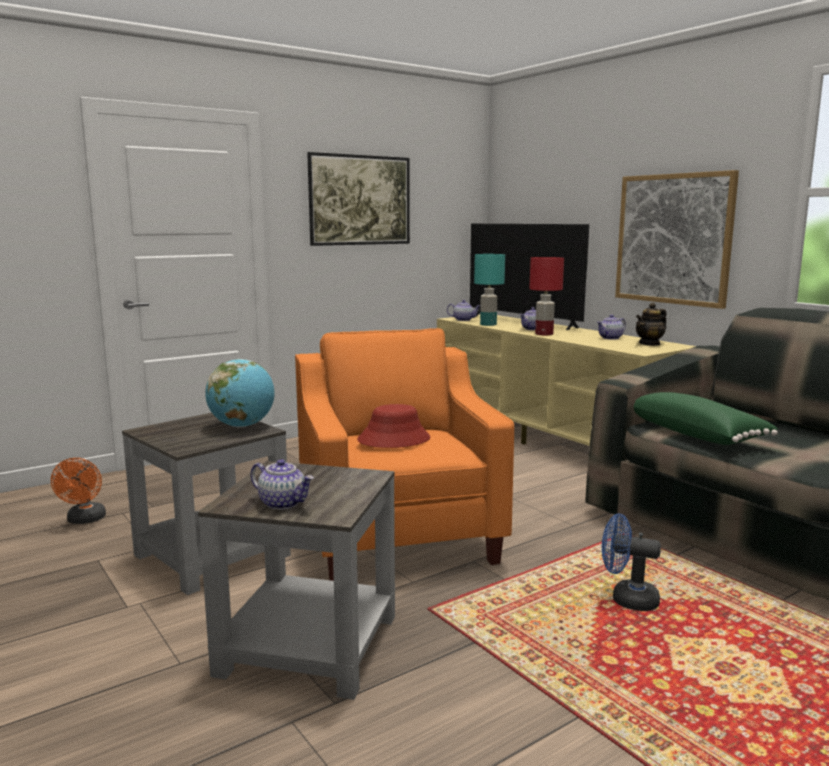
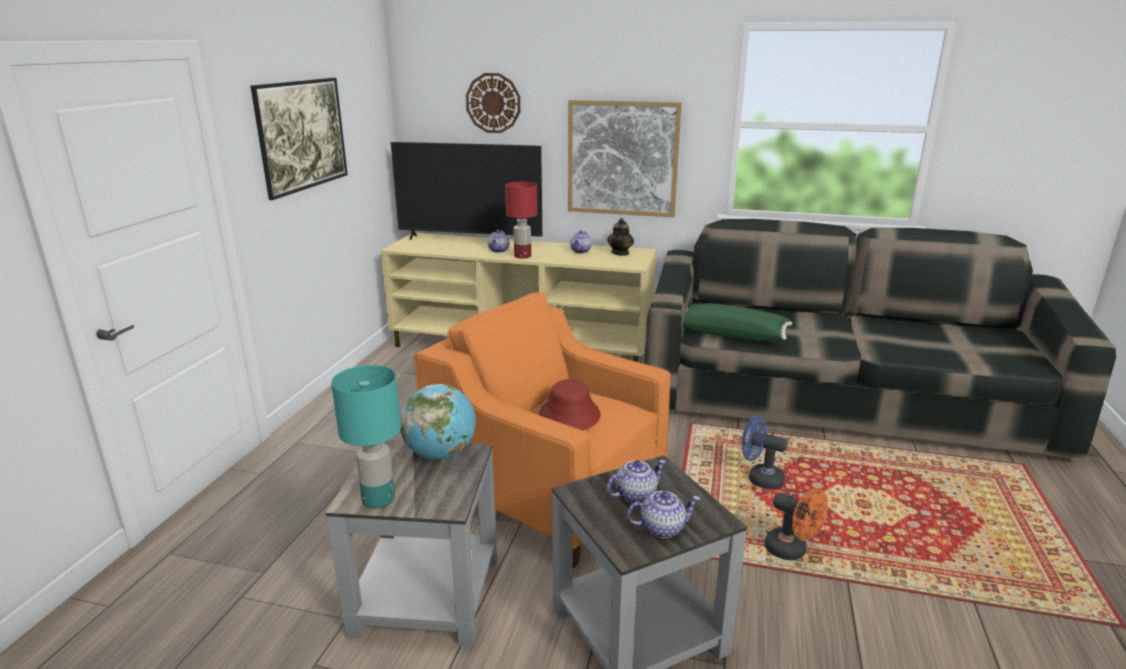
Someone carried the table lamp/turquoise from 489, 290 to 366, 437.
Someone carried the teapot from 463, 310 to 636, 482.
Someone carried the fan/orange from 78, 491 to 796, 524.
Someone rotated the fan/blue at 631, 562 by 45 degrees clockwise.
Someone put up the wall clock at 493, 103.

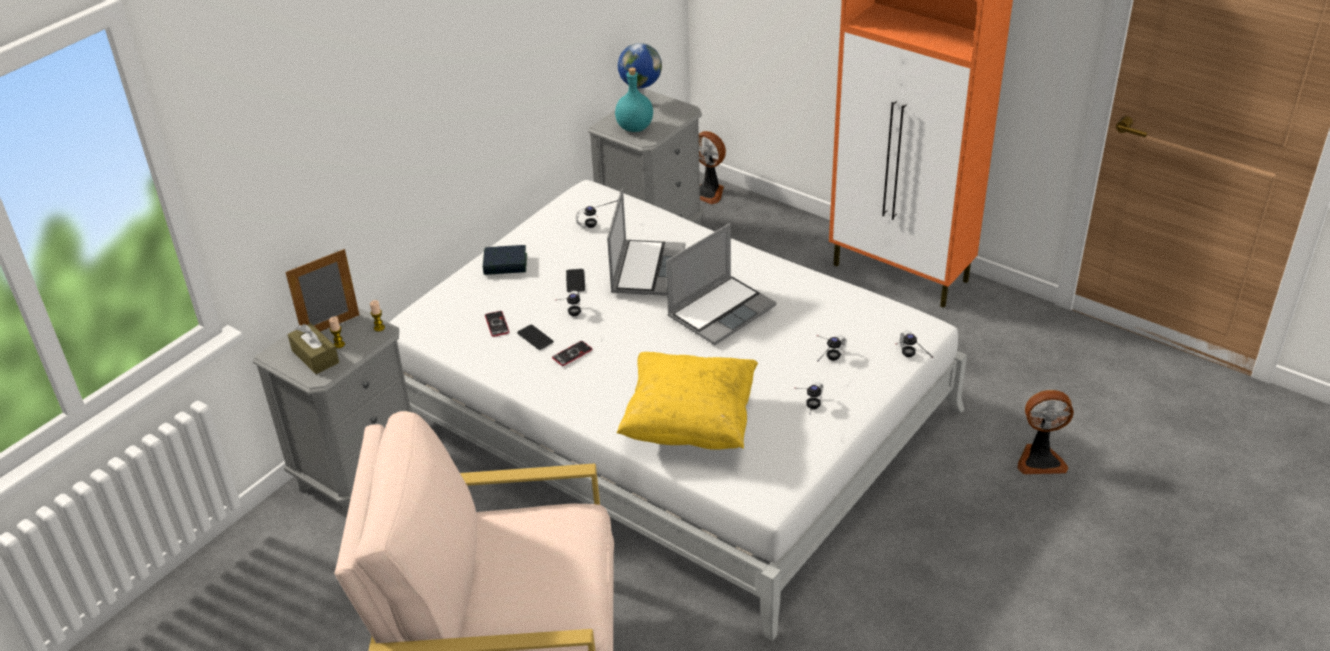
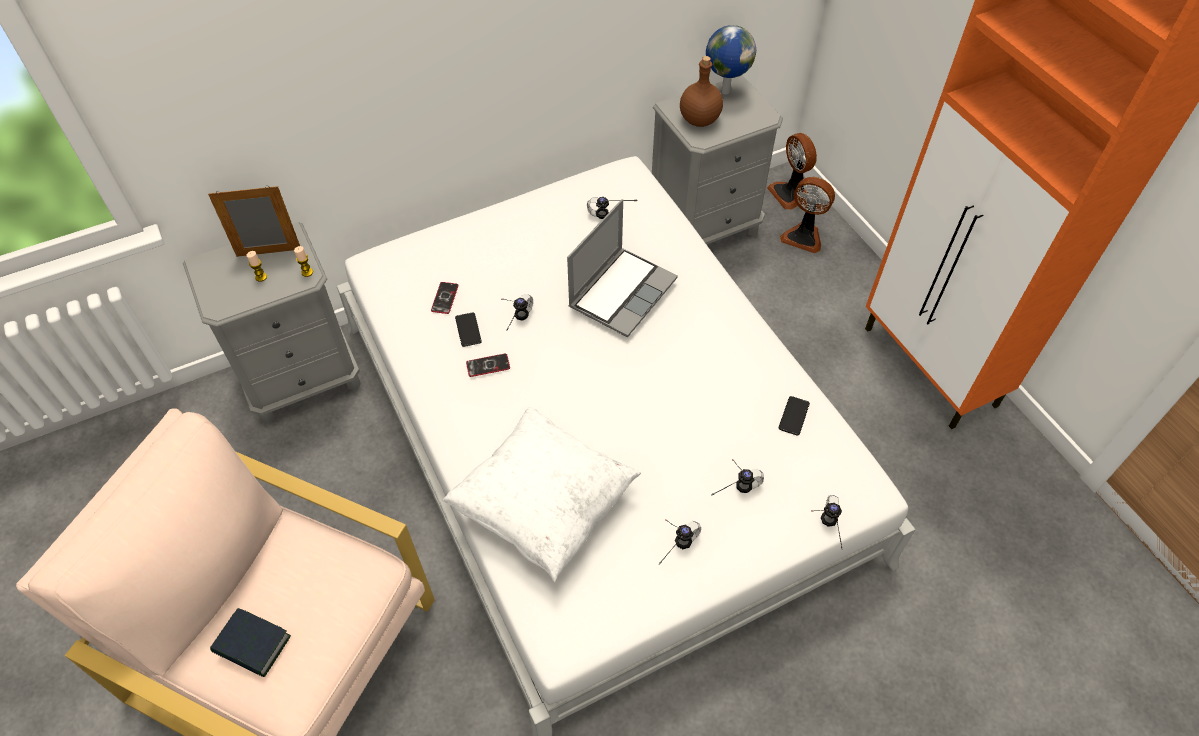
Someone repainted the bottle/turquoise at 634, 99, which became the bottle/brown at 701, 91.
Someone took away the laptop at 721, 284.
Someone carried the book from 505, 260 to 250, 642.
Someone carried the phone from 575, 280 to 794, 416.
Someone took away the tissue box/brown at 313, 348.
Someone repainted the pillow/yellow at 687, 401, which became the pillow/white at 541, 495.
Someone carried the fan from 1046, 432 to 807, 215.

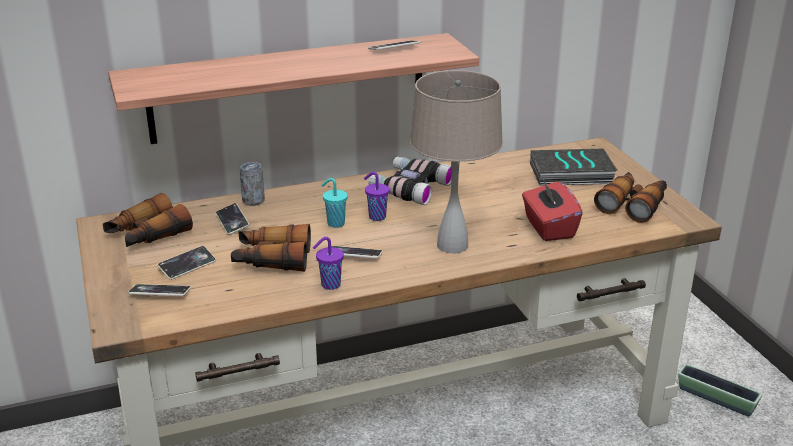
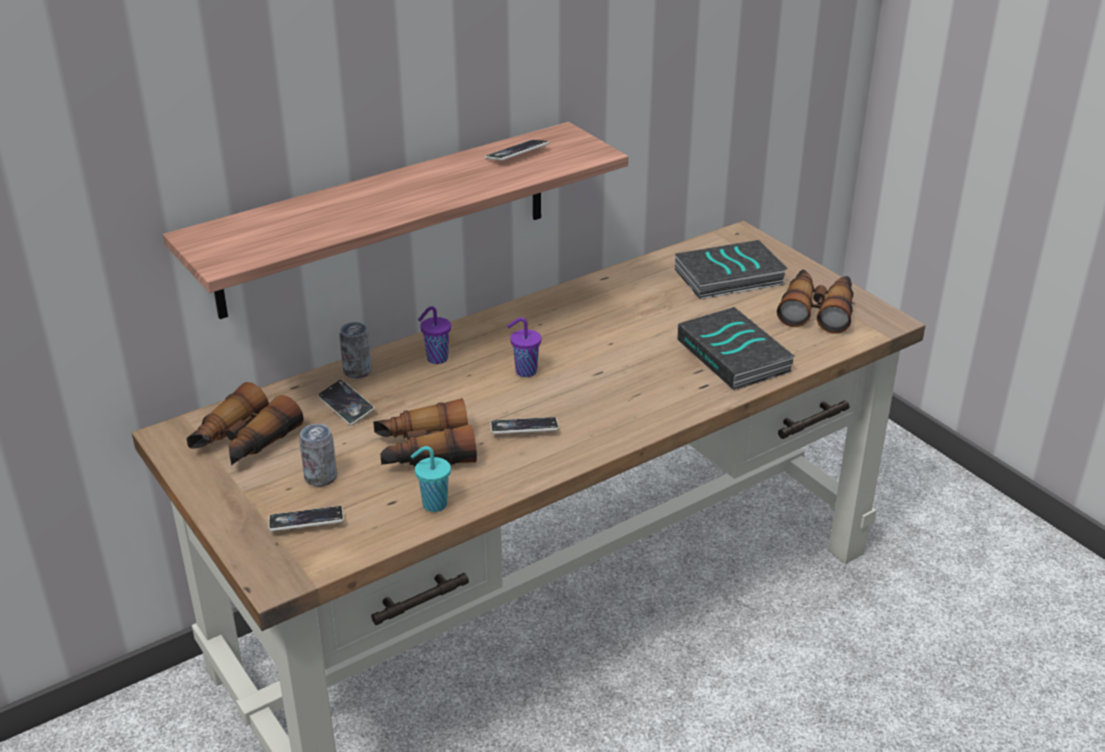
Someone took away the table lamp/beige at 456, 161.
Someone took away the binoculars at 410, 181.
Someone carried the cup/turquoise from 334, 203 to 431, 479.
Someone swapped the tissue box/red at 552, 210 for the book at 736, 348.
Someone carried the cup/purple from 328, 263 to 434, 335.
Someone swapped the phone at 186, 263 for the can at 318, 455.
Someone took away the planter at 720, 390.

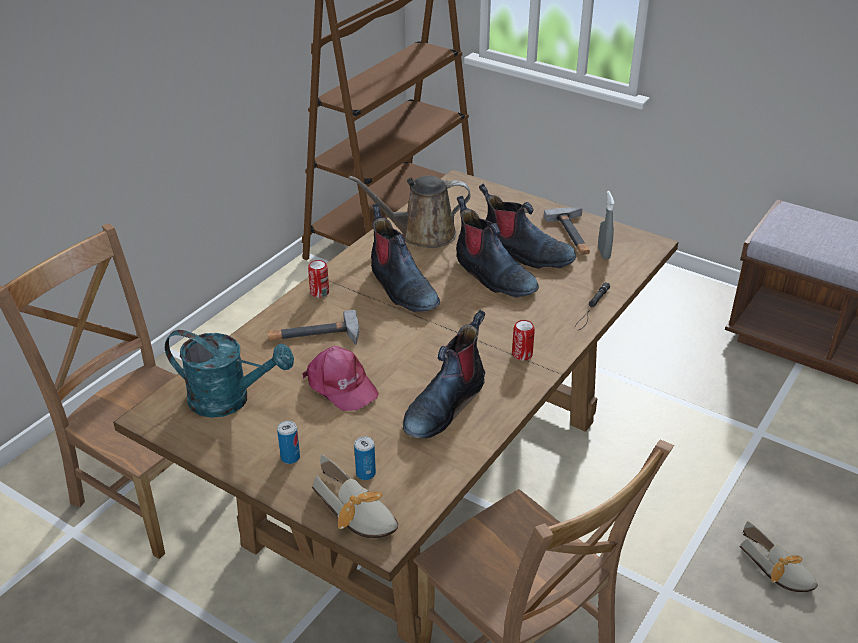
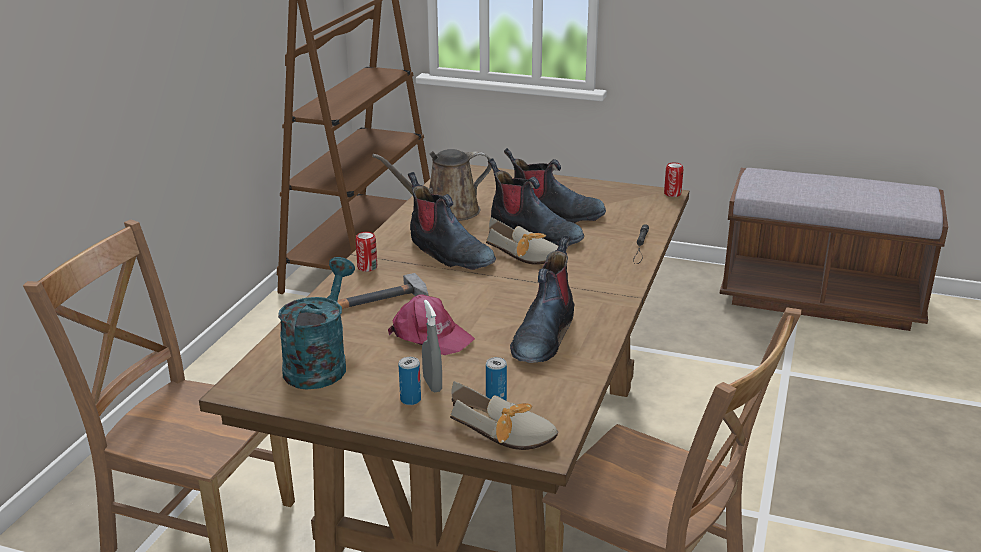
Someone carried the spray bottle/grey from 606, 225 to 432, 346.
Someone took away the hammer at 567, 231.
Someone carried the can from 523, 340 to 673, 180.
Someone rotated the watering can/turquoise at 229, 374 by 75 degrees counterclockwise.
Someone carried the shoe from 778, 556 to 522, 241.

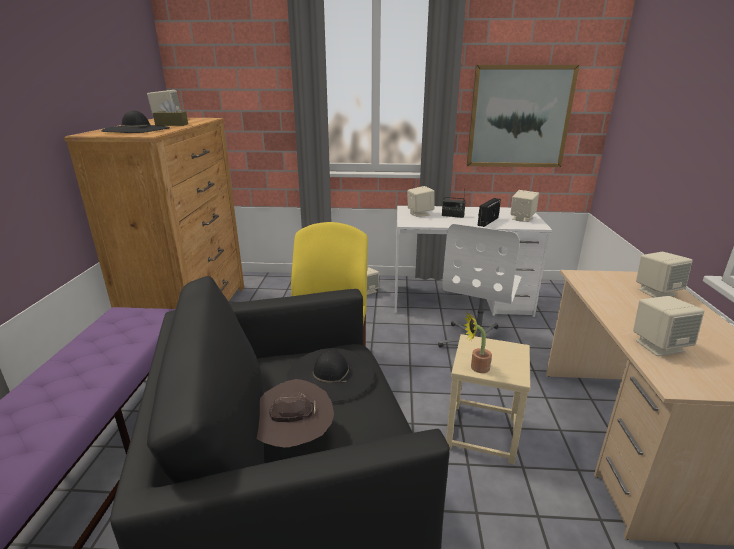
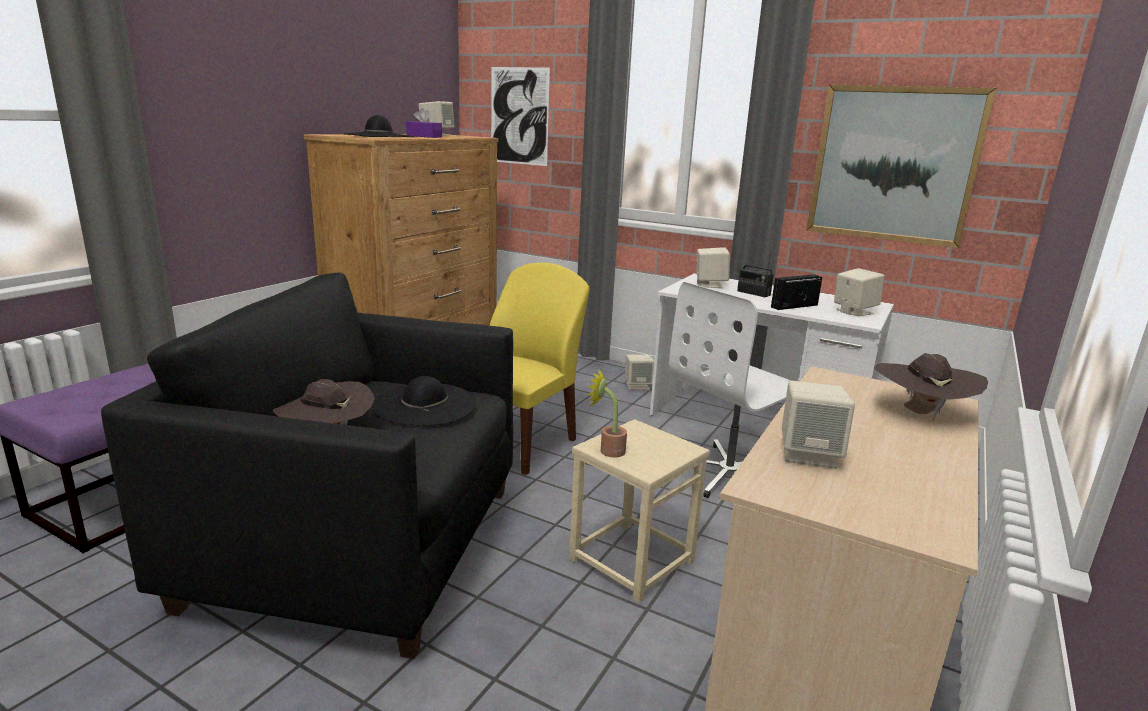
Someone repainted the tissue box/brown at 170, 112, which became the tissue box/purple at 424, 123.
Someone swapped the speaker/beige at 664, 275 for the hat/brown at 931, 386.
Someone put up the picture at 520, 116.

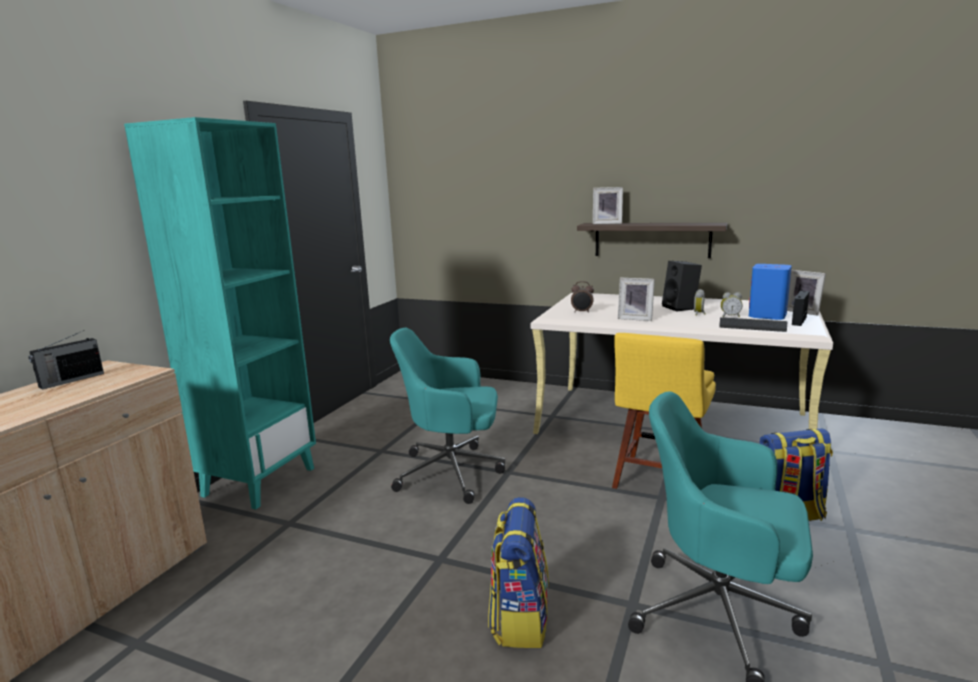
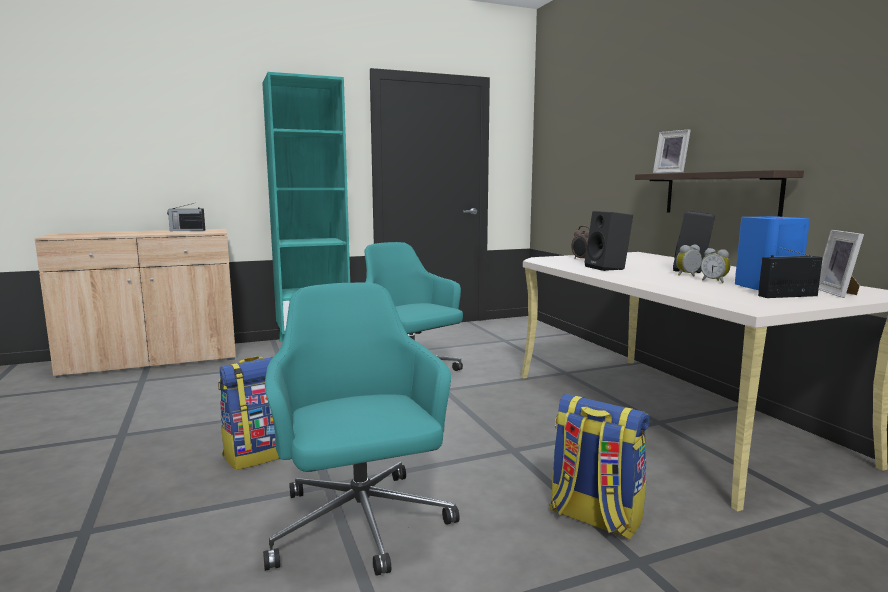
Someone swapped the picture frame at 636, 299 for the speaker/black at 608, 241.
Someone took away the keyboard at 753, 324.
Someone took away the chair/yellow at 664, 411.

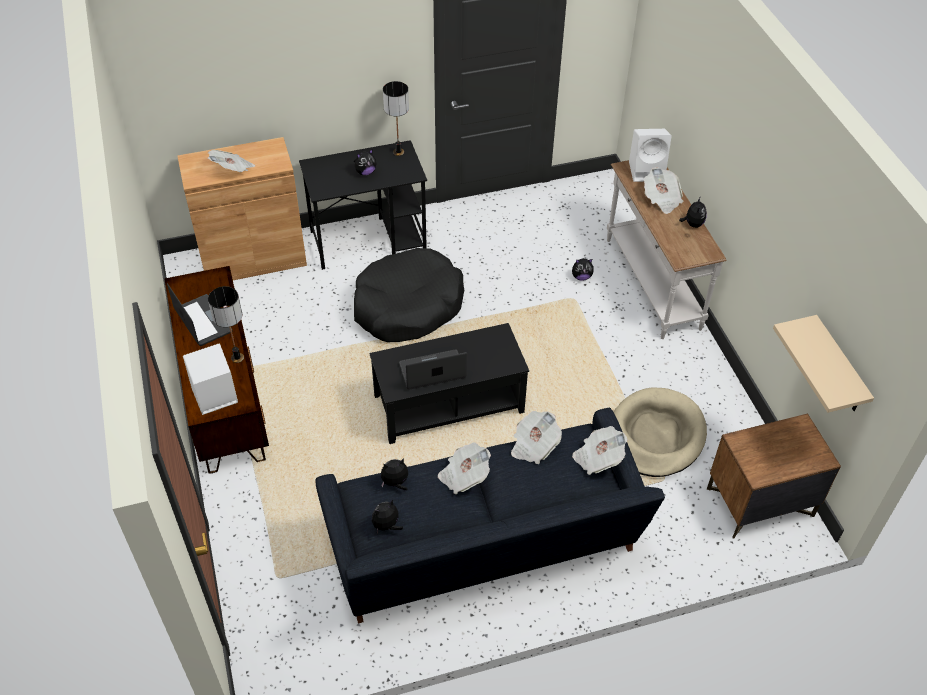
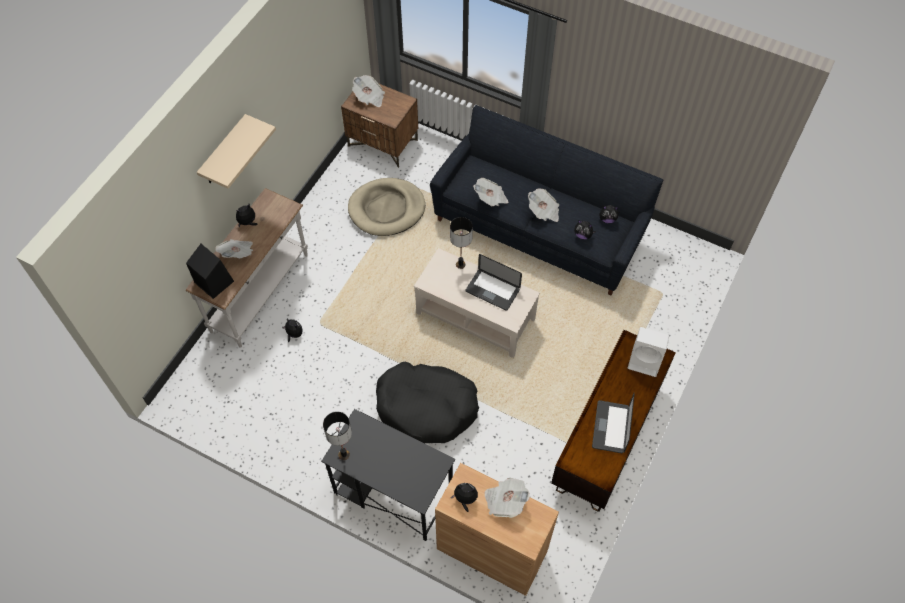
Someone repainted the speaker/white at 650, 155, which became the speaker/black at 210, 271.
Someone carried the plush toy from 365, 162 to 464, 497.
Someone carried the table lamp from 226, 324 to 461, 243.
Someone carried the shelf/beige from 823, 364 to 236, 151.
Someone repainted the coffee table/black at 449, 383, which became the coffee table/beige at 477, 303.
Someone carried the newspaper from 600, 450 to 368, 91.

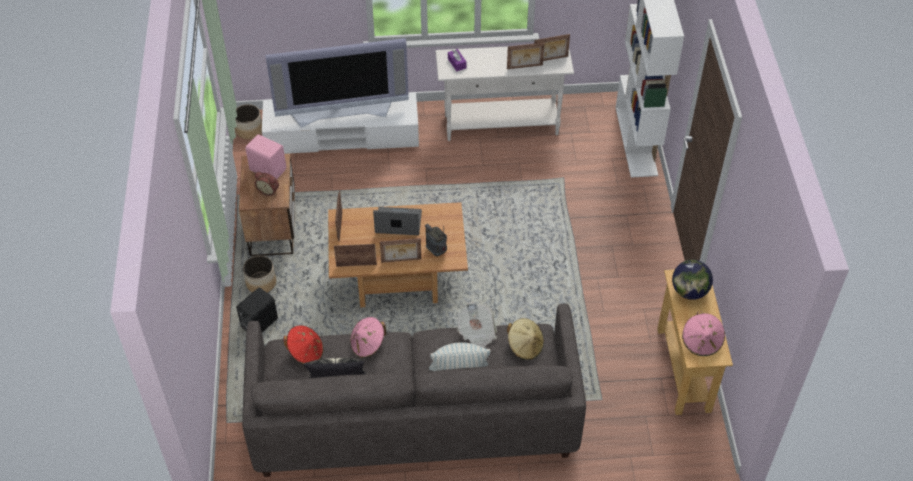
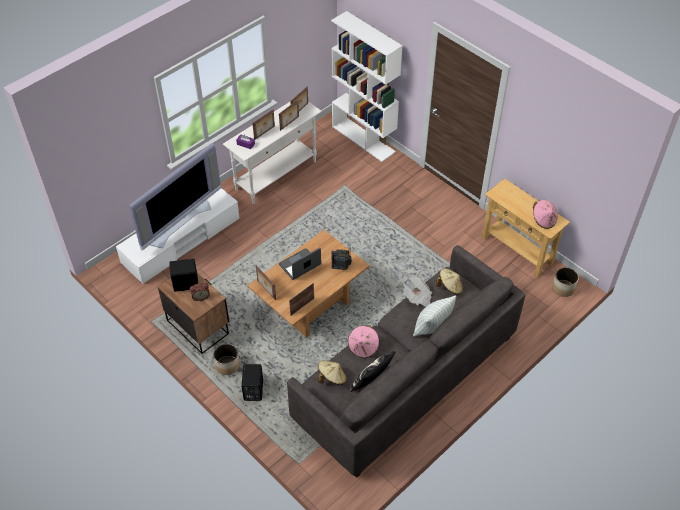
Someone carried the planter from 248, 121 to 565, 282.
Someone repainted the speaker/pink at 266, 156, which became the speaker/black at 183, 275.
Someone carried the picture frame from 400, 250 to 263, 124.
Someone took away the globe at 692, 280.
Someone repainted the hat/red at 303, 345, which became the hat/beige at 332, 372.

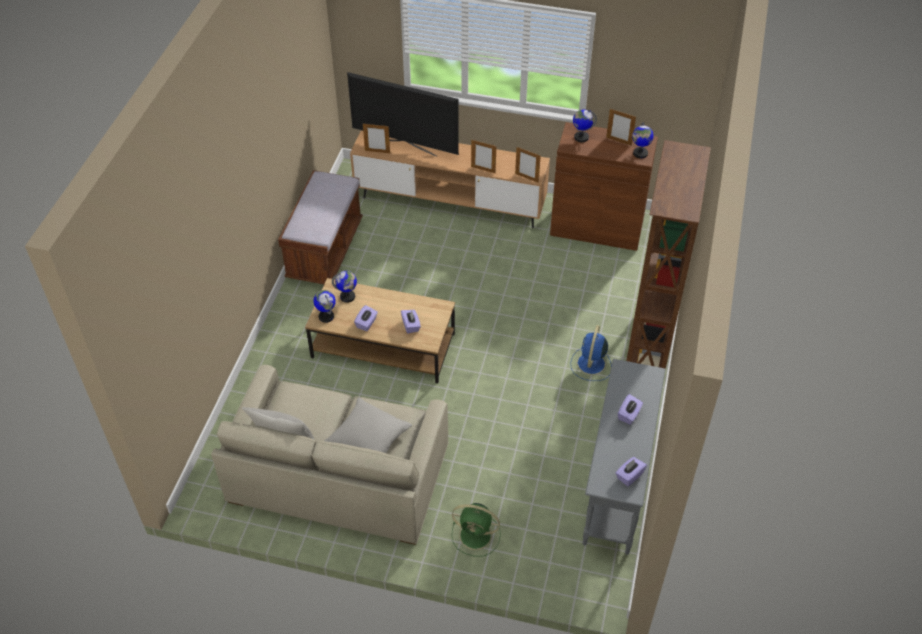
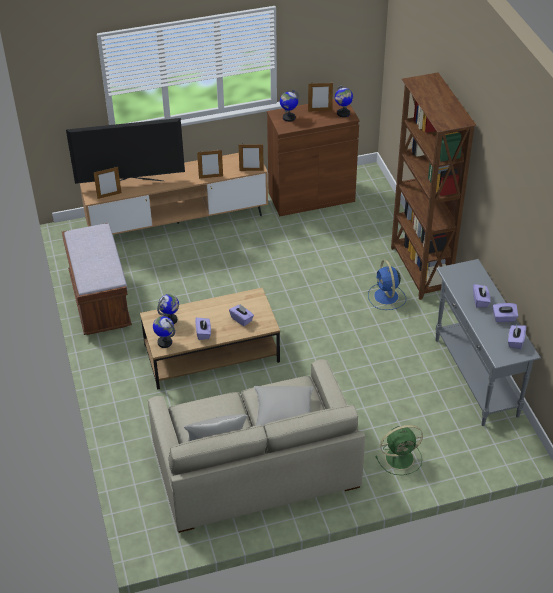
Someone put down the tissue box/purple at 505, 312.

